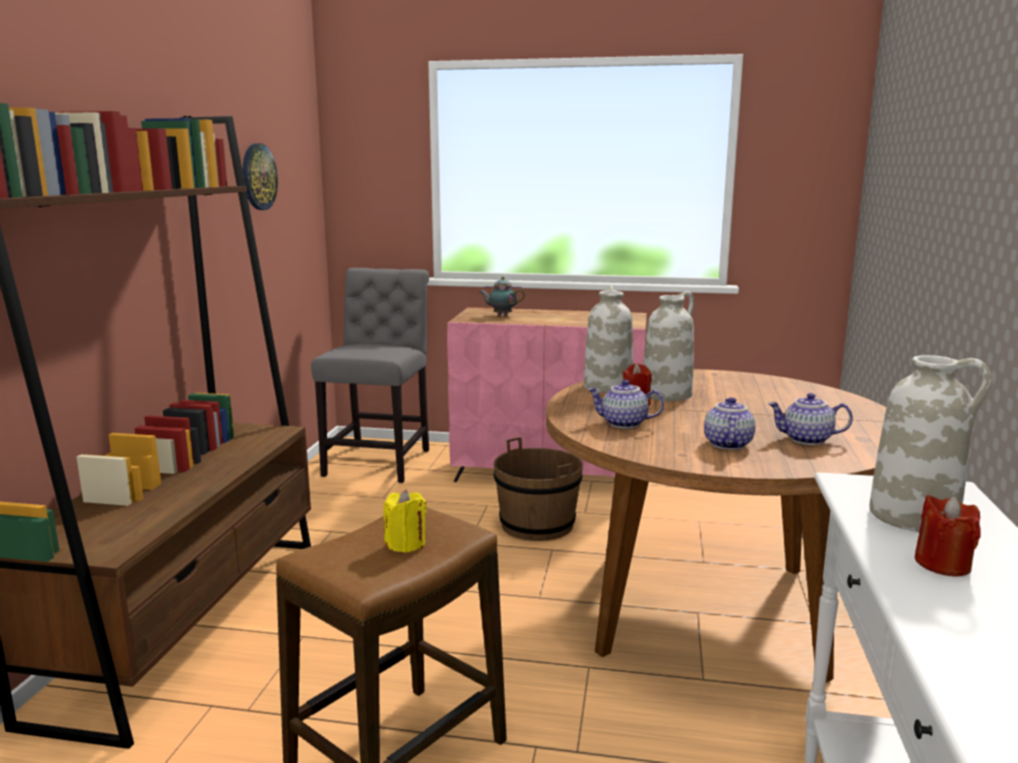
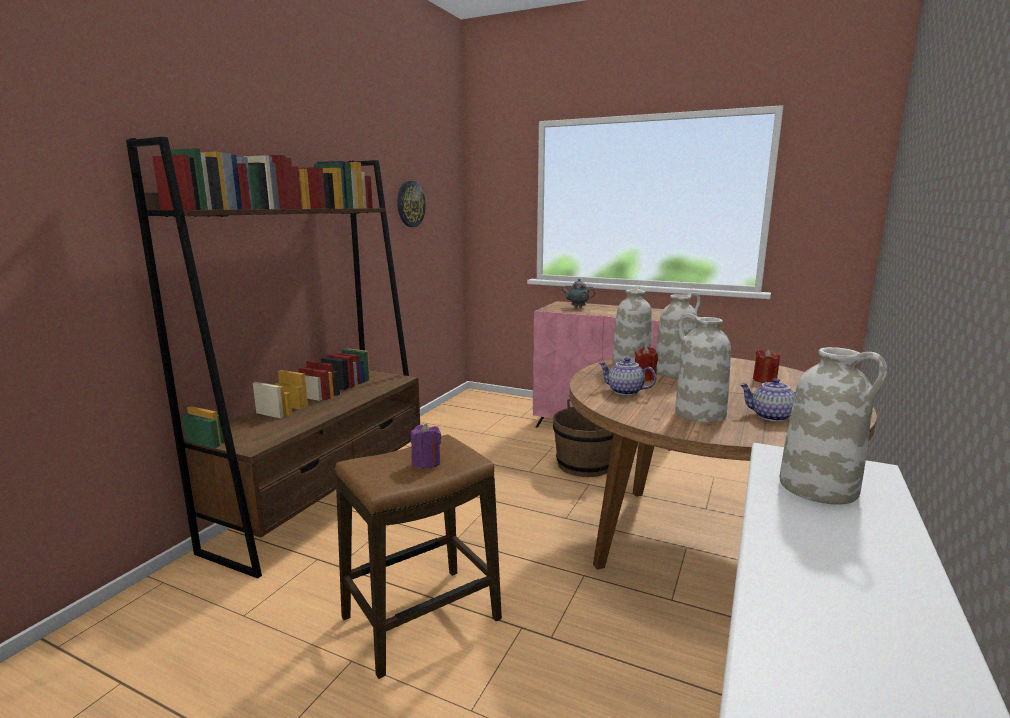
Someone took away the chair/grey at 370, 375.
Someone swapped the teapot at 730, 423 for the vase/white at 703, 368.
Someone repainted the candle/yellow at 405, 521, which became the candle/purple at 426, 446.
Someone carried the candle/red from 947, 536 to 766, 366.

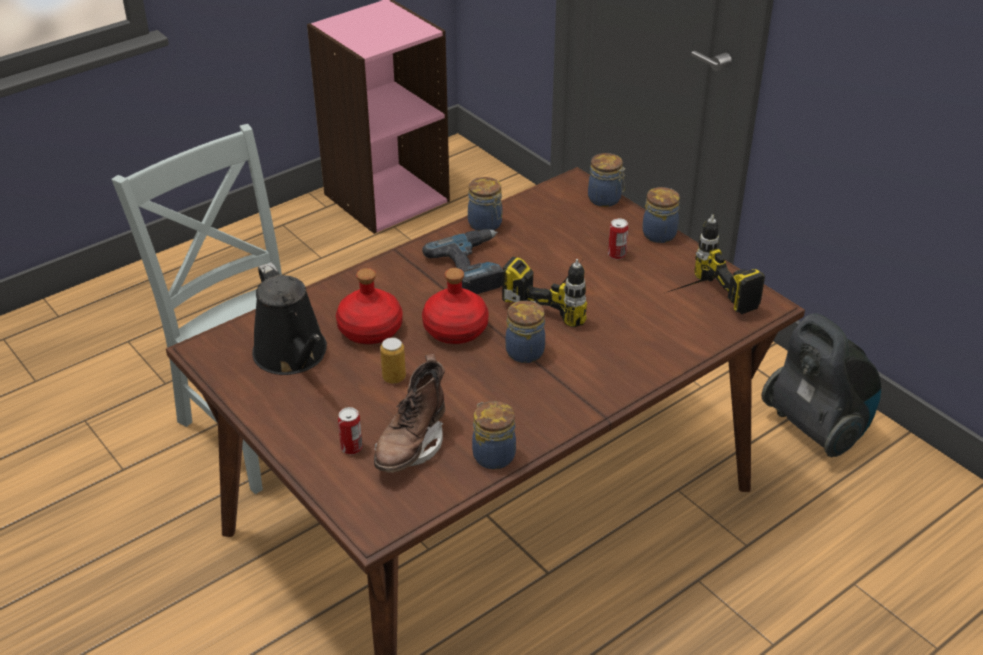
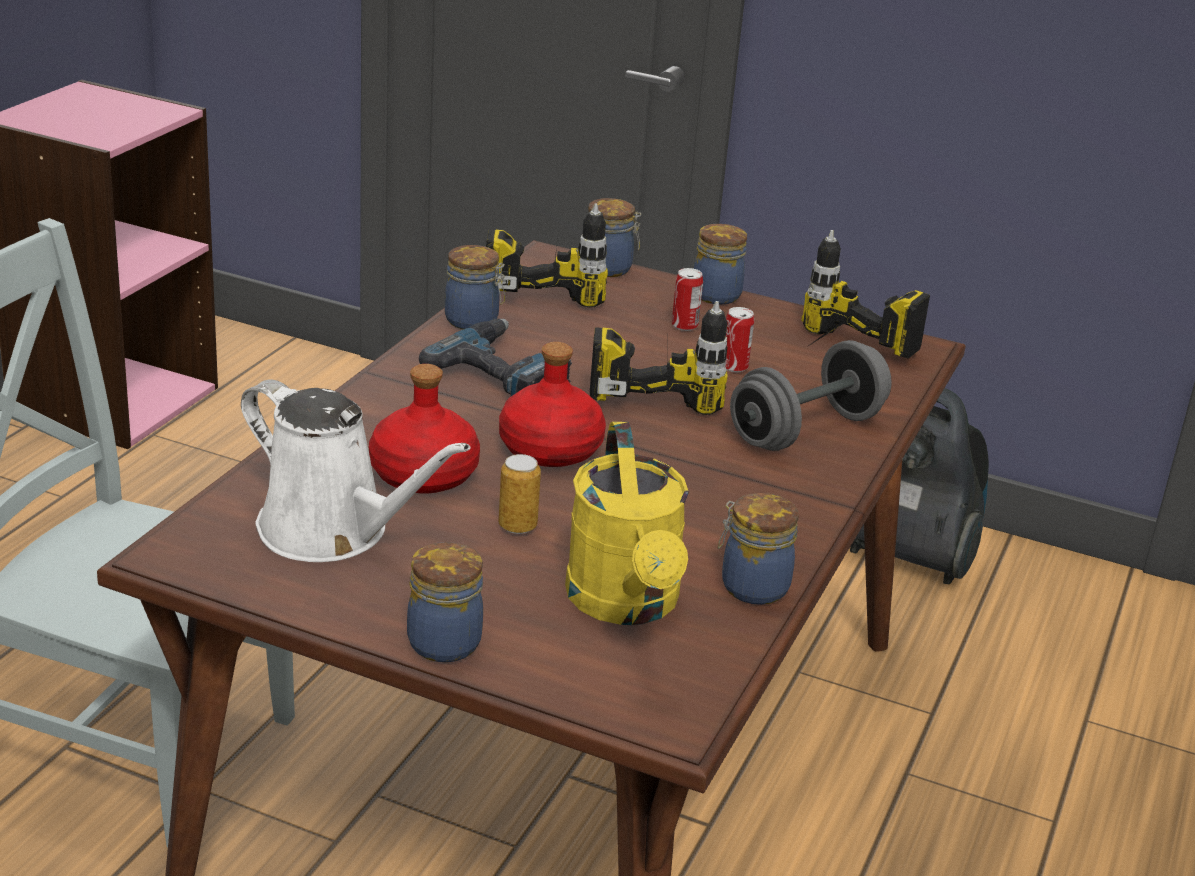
Someone repainted the watering can/black at 289, 318, which became the watering can/white at 355, 470.
Someone carried the jar from 525, 331 to 445, 602.
Someone swapped the boot/brown at 409, 413 for the watering can/yellow at 627, 523.
Someone carried the can from 350, 431 to 739, 339.
Someone put down the power drill at 547, 256.
Someone put down the dumbbell/grey at 811, 395.

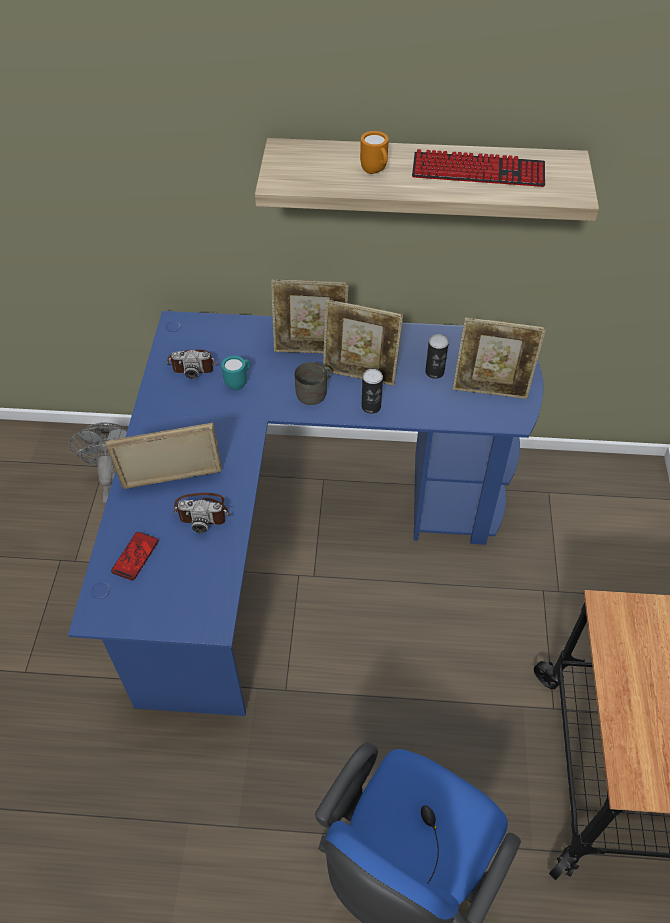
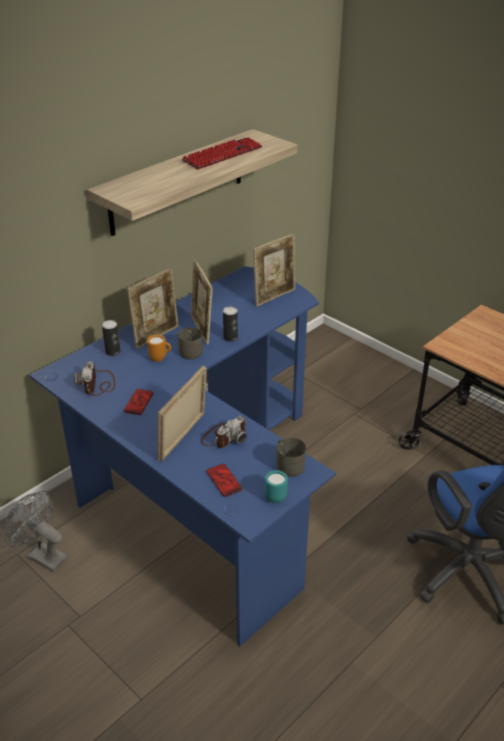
Someone carried the mug/orange from 374, 152 to 159, 348.
Someone rotated the picture frame at 363, 342 by 105 degrees clockwise.
Someone carried the can from 437, 356 to 111, 338.
Someone rotated the photo camera at 192, 364 by 135 degrees clockwise.
Someone carried the mug/turquoise from 235, 373 to 276, 486.
Someone put down the phone at 138, 402.
Someone put down the mug/grey at 291, 457.

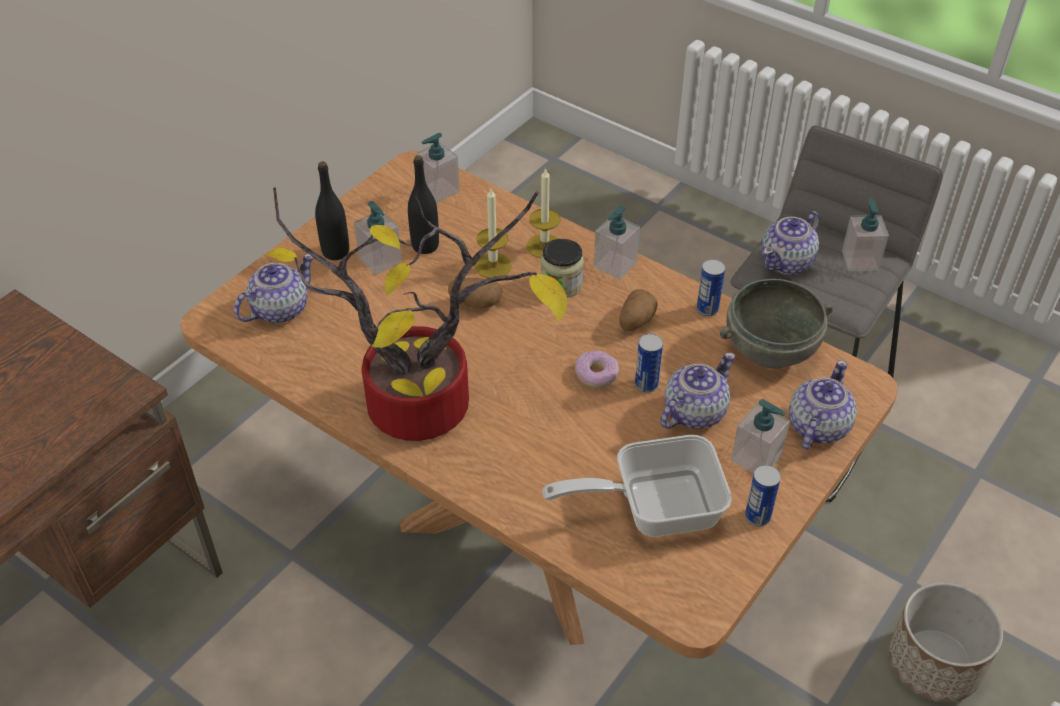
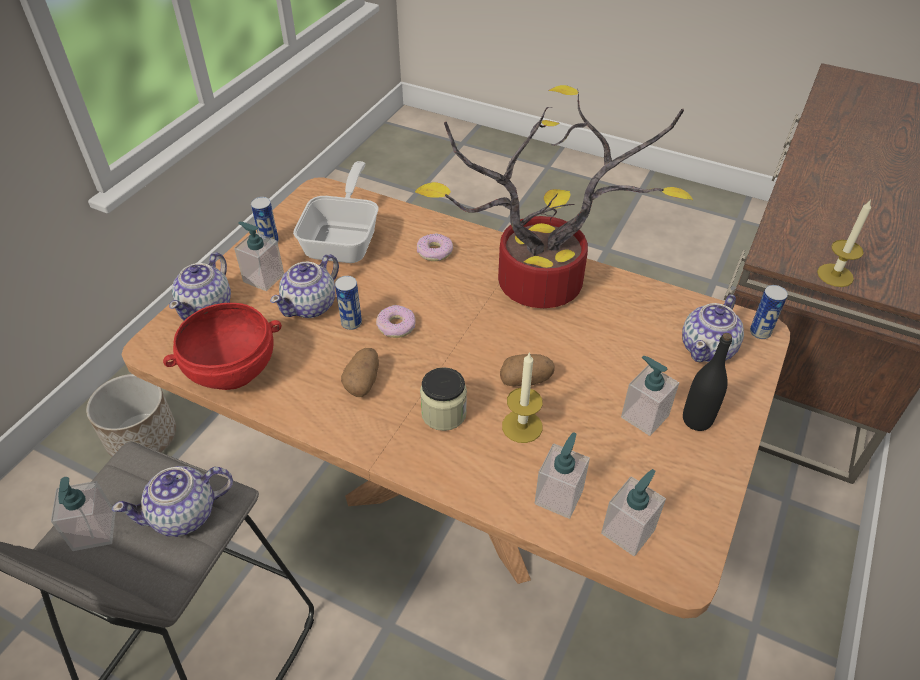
Someone took away the bottle/black at 423, 204.
Someone carried the candle from 543, 212 to 844, 243.
Someone carried the soap dispenser from 616, 243 to 562, 475.
Someone rotated the teapot at 790, 242 by 150 degrees counterclockwise.
Someone carried the can from 711, 287 to 769, 312.
Someone repainted the bowl/grey at 776, 323, which became the bowl/red at 222, 346.
Someone rotated the frying pan at 637, 486 by 60 degrees counterclockwise.
Someone put down the donut at 435, 247.

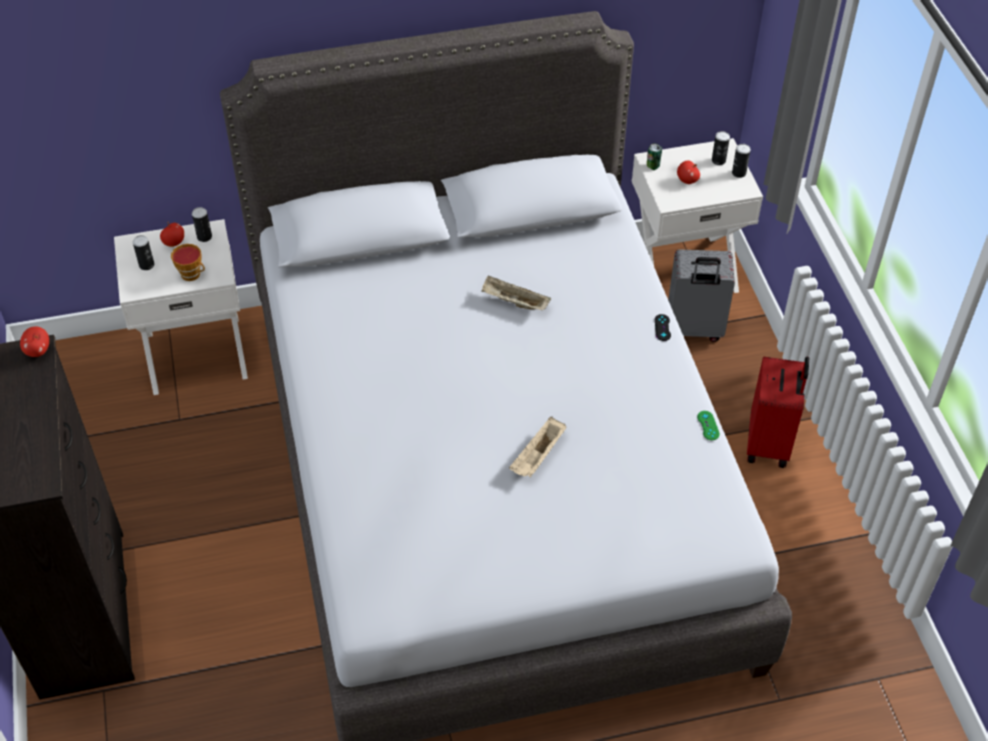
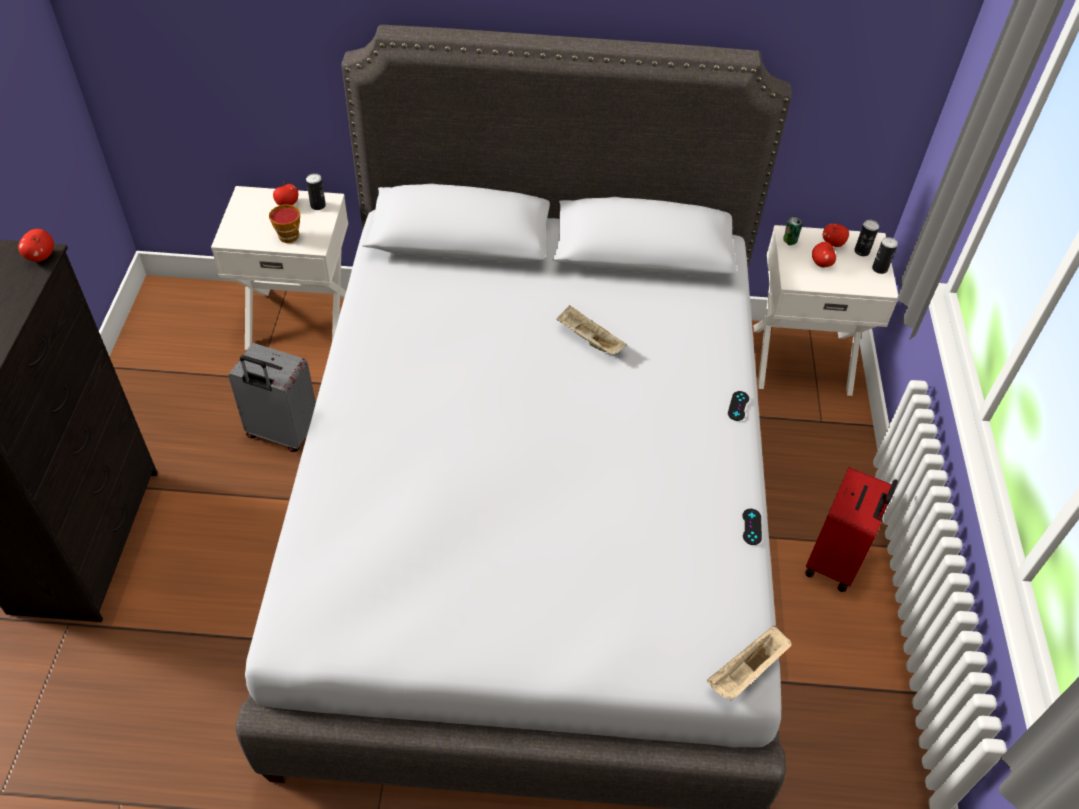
Someone took away the can at 143, 252.
Someone carried the suitcase/grey from 701, 296 to 272, 397.
Someone repainted the game controller/green at 708, 425, which became the game controller/black at 752, 527.
Someone carried the tray/beige from 538, 447 to 749, 663.
Someone put down the apple at 836, 235.

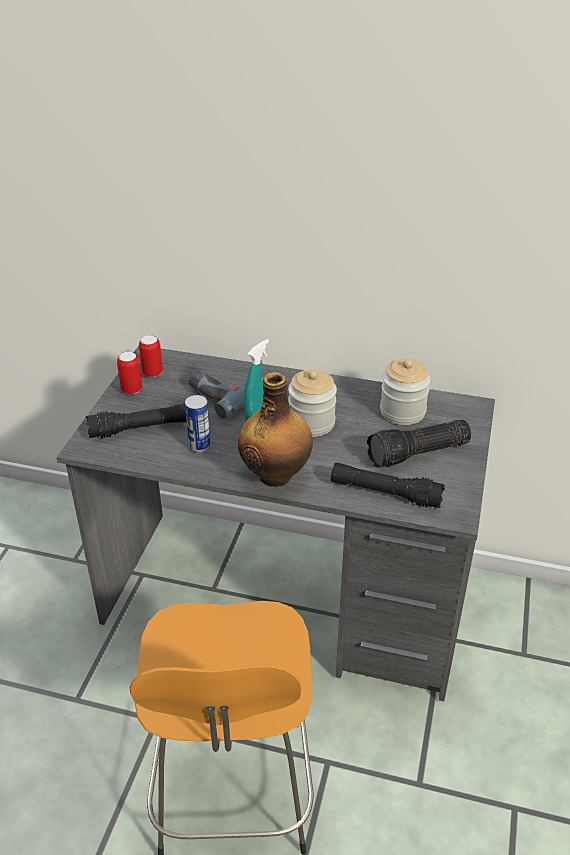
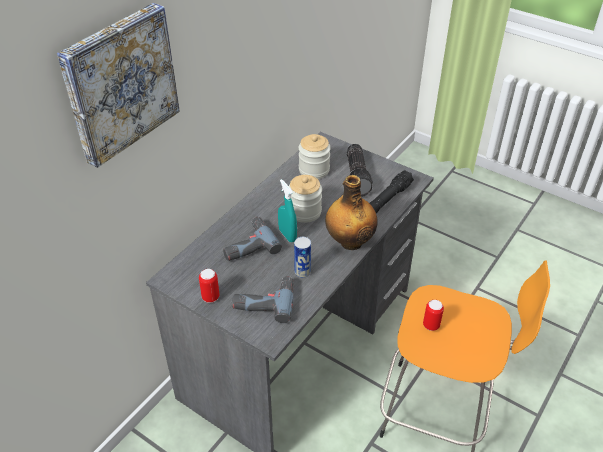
Someone carried the can from 151, 356 to 433, 315.
Someone swapped the flashlight/black at 136, 420 for the power drill at 263, 299.
Someone put up the picture at 118, 85.

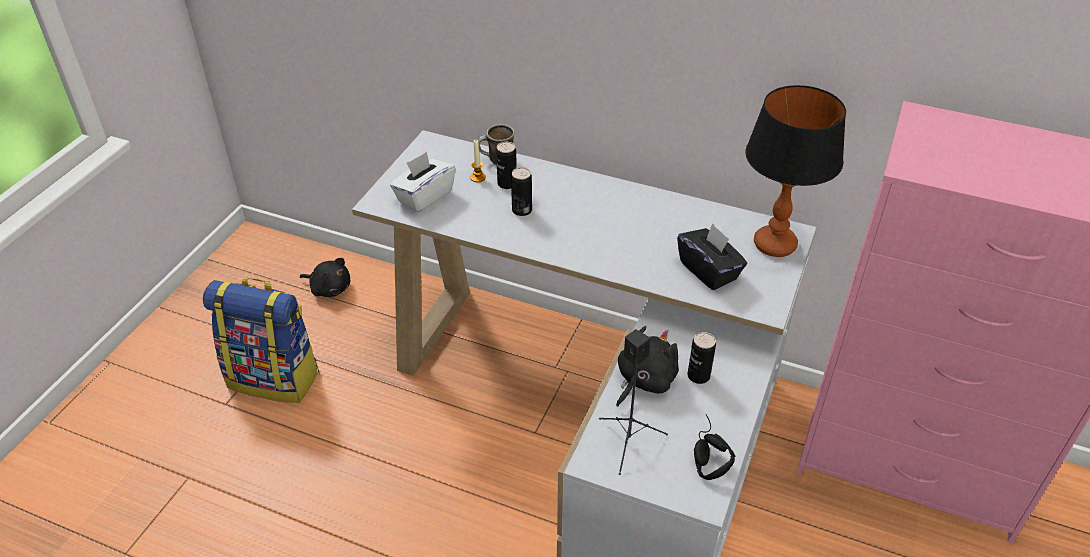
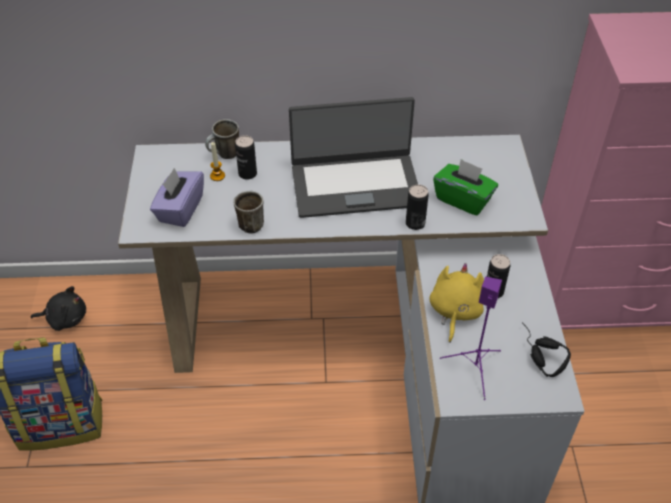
Someone took away the table lamp at 795, 171.
Someone repainted the tissue box/white at 423, 182, which became the tissue box/purple at 177, 197.
Someone carried the can from 521, 191 to 417, 207.
Someone repainted the tissue box/black at 712, 256, which became the tissue box/green at 465, 187.
Someone repainted the plush toy/black at 647, 366, which became the plush toy/yellow at 456, 303.
Someone repainted the speaker/black at 633, 402, which became the speaker/purple at 471, 338.
Someone put down the laptop at 353, 157.
Someone put down the mug at 248, 212.

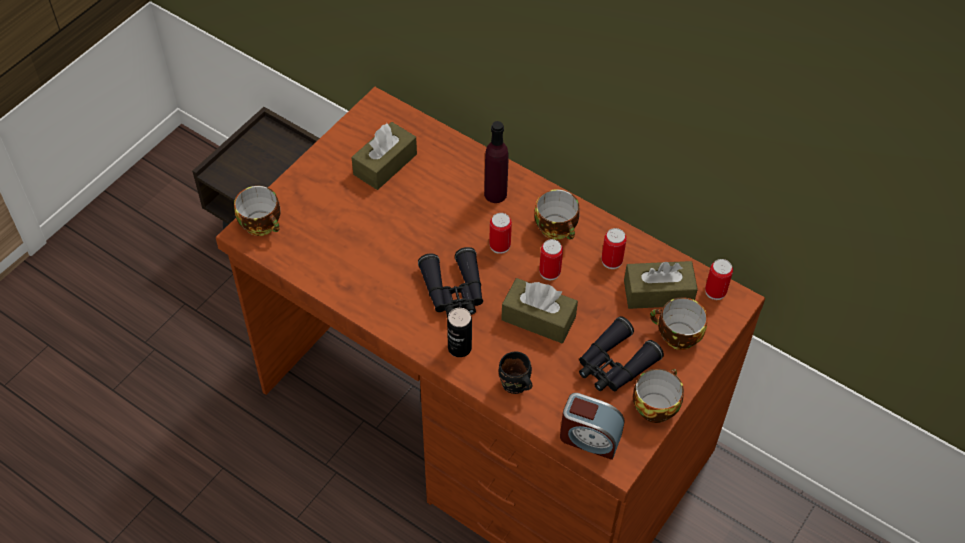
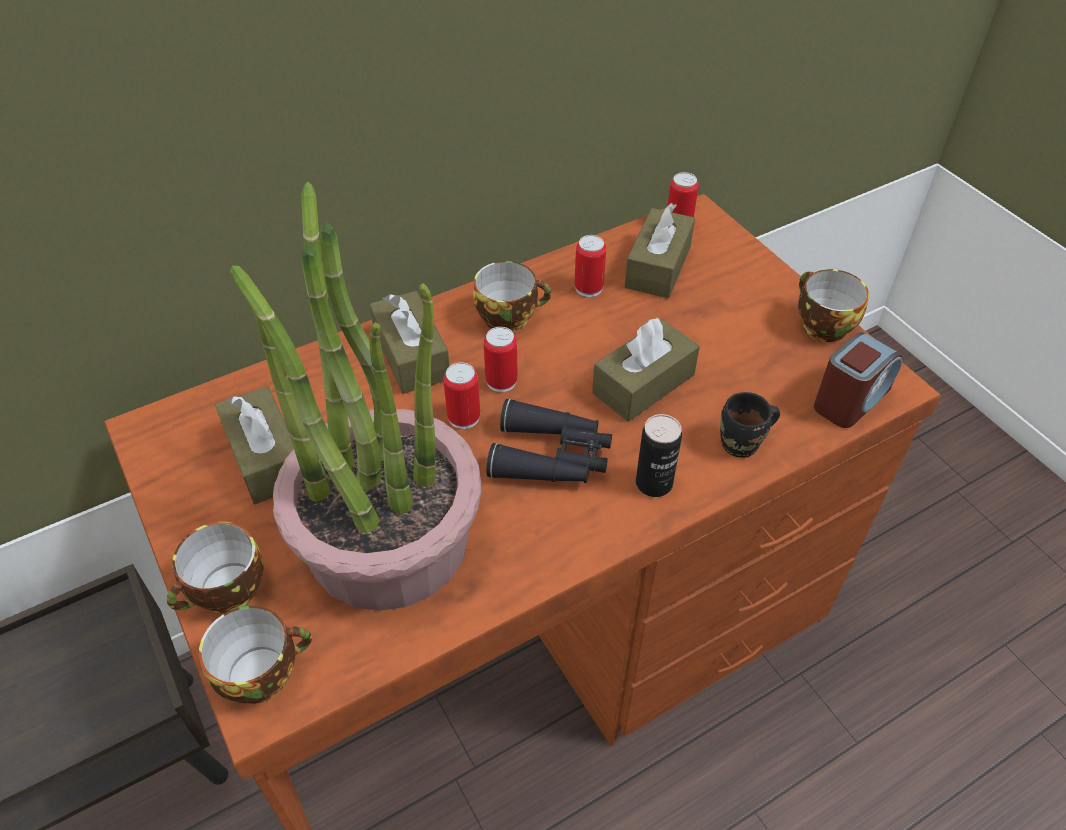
Someone swapped the bottle/purple at 496, 162 for the tissue box/brown at 409, 342.
Someone carried the can from 551, 259 to 461, 395.
Someone carried the cup from 679, 323 to 215, 567.
Someone took away the binoculars/black at 621, 353.
Someone put down the potted plant at 355, 396.

